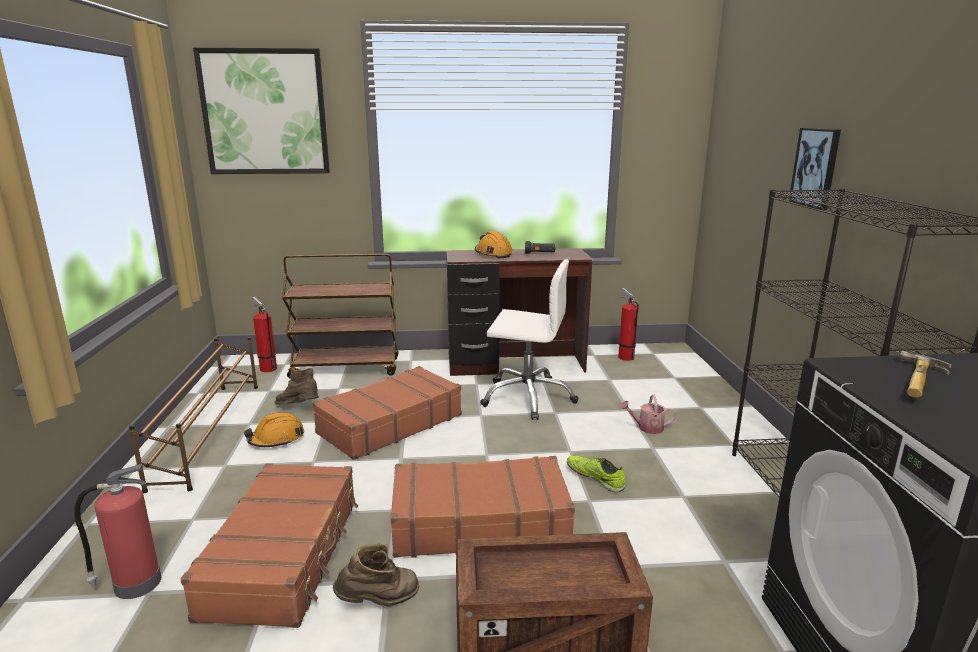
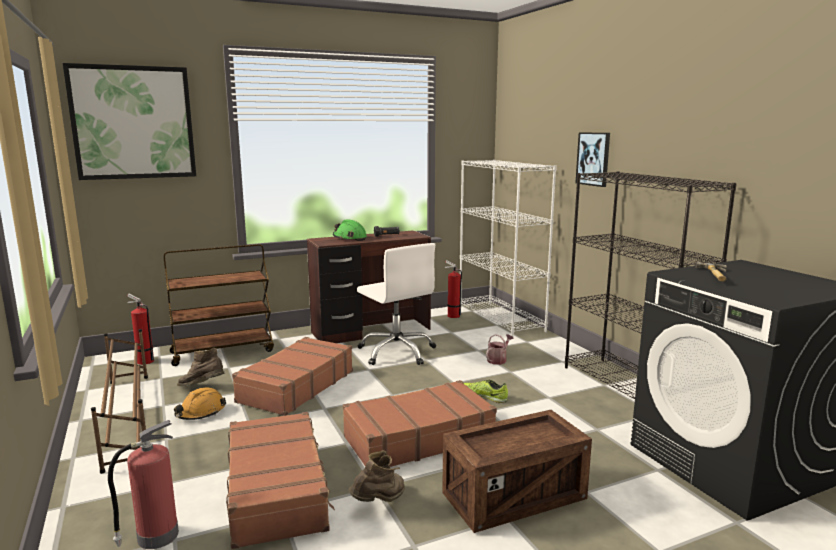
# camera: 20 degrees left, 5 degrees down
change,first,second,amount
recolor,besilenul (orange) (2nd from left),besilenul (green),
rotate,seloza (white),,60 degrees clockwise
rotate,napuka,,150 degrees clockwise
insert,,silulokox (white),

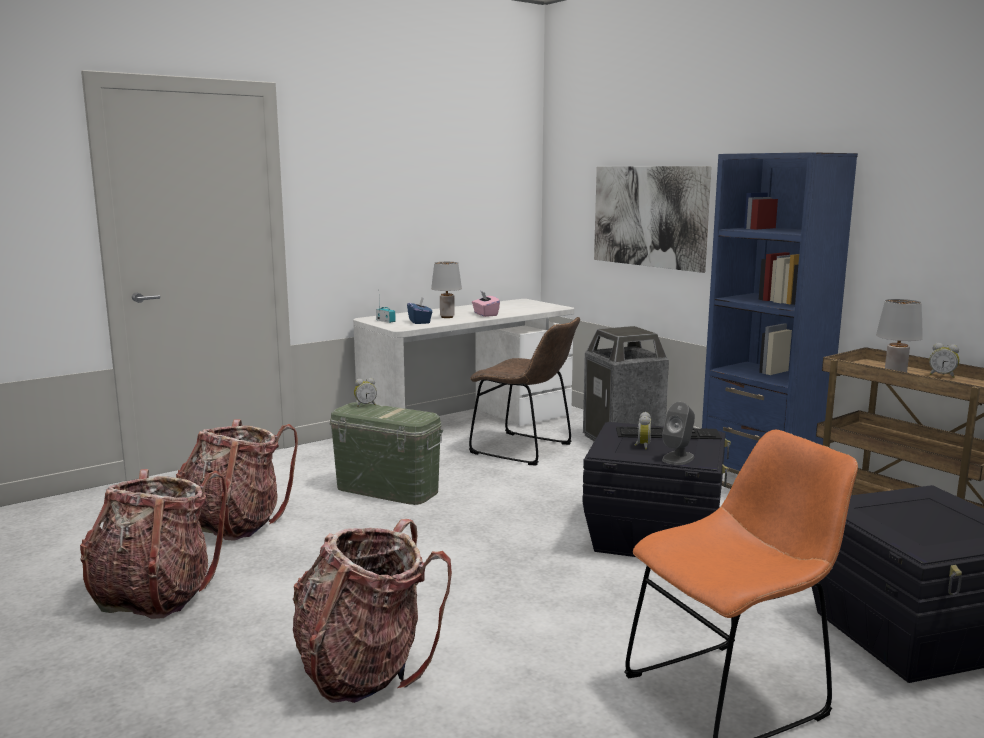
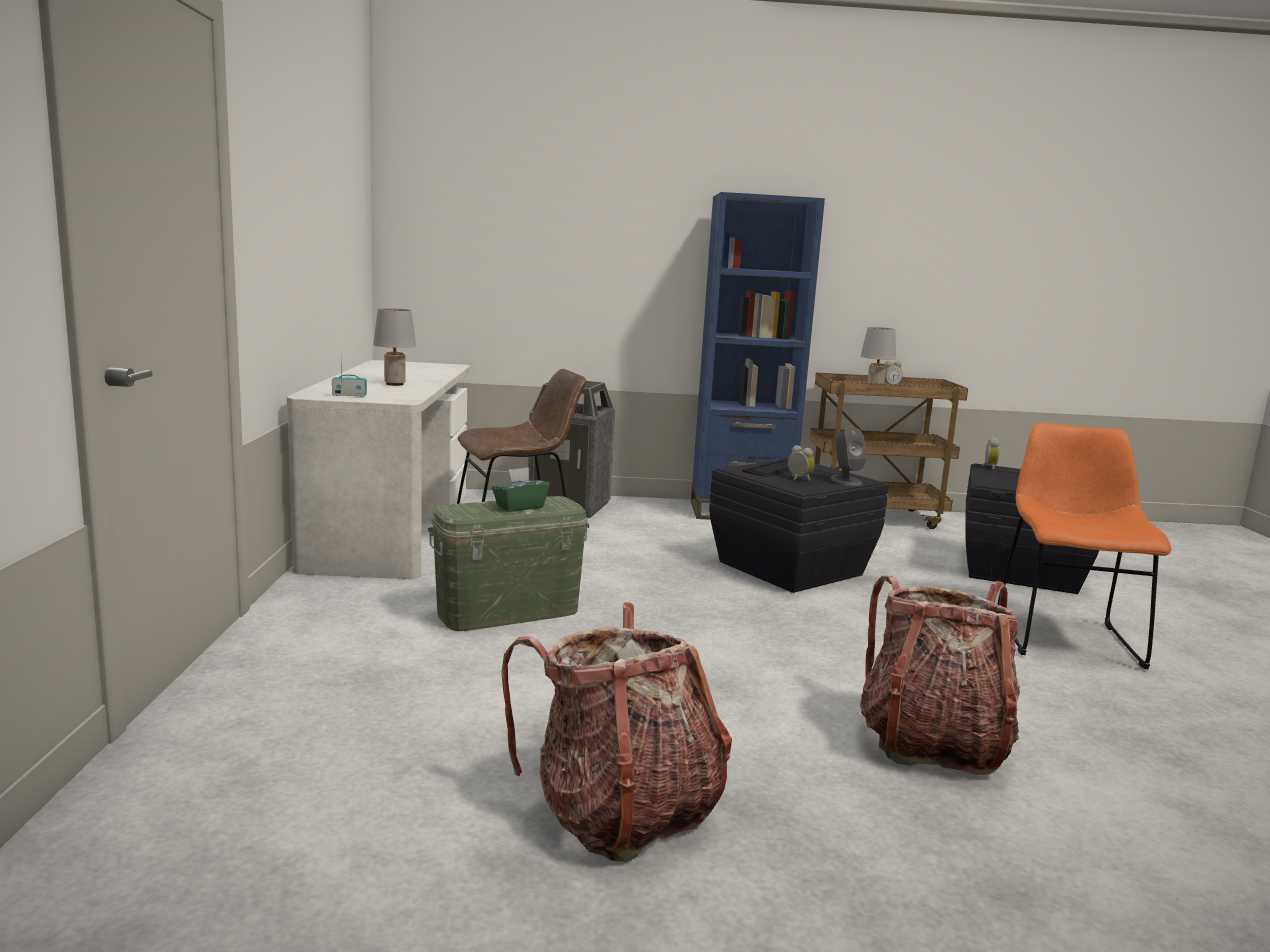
# camera: 55 degrees left, 0 degrees up
change,first,second,amount
delete,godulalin (2nd from left),,
move,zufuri (1st from left in the first image),zufuri (3rd from left),
delete,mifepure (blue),,
delete,mifepure (pink),,
delete,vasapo,,
insert,,mifepure (green),

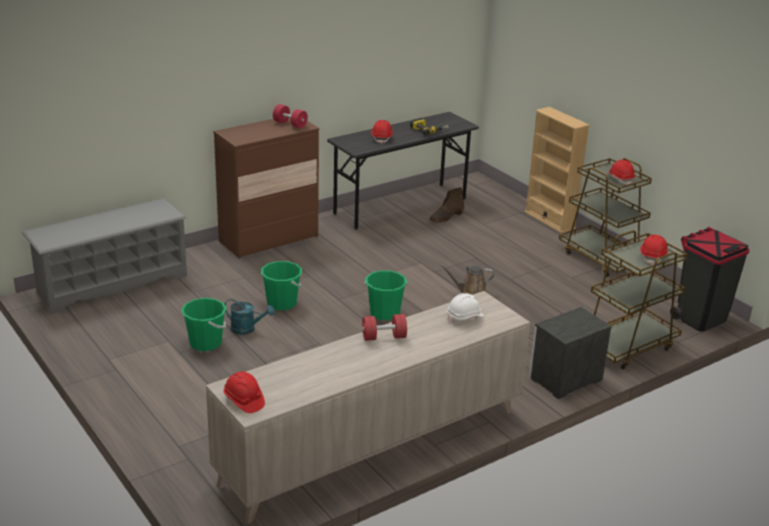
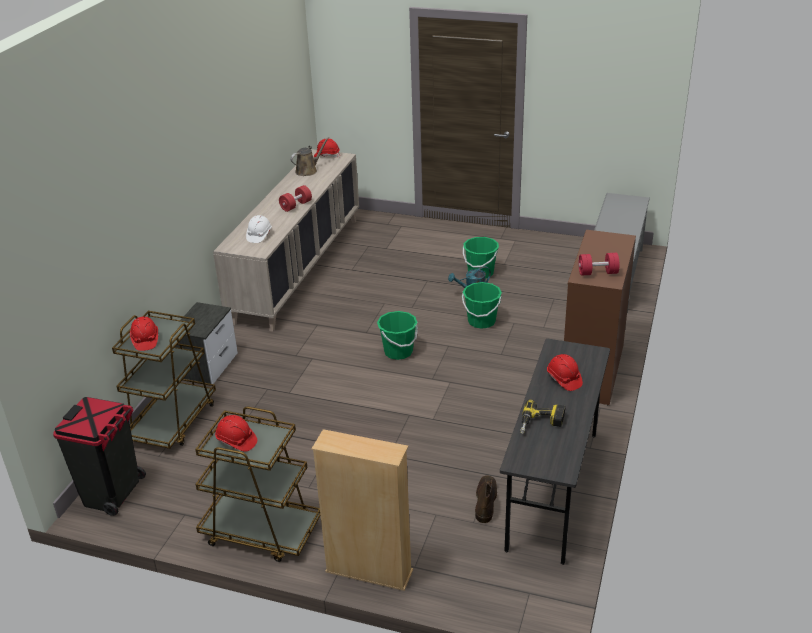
# camera: 145 degrees right, 5 degrees up
change,first,second,amount
move,napuka (brown),,

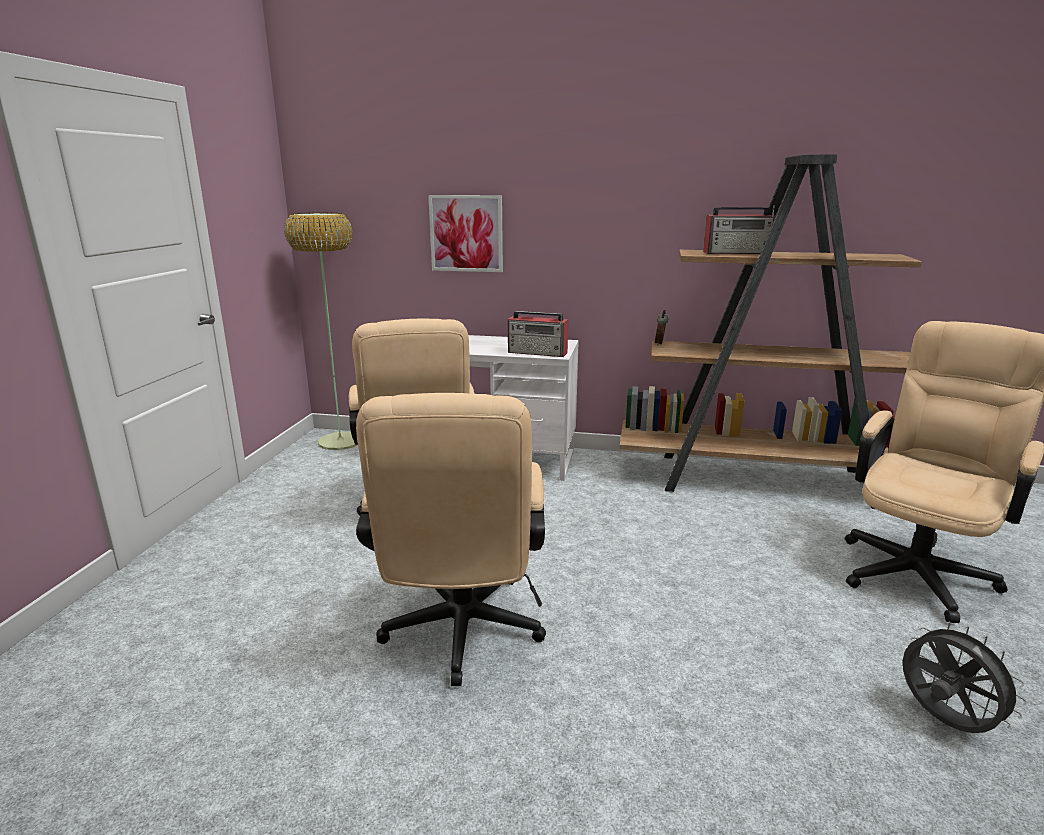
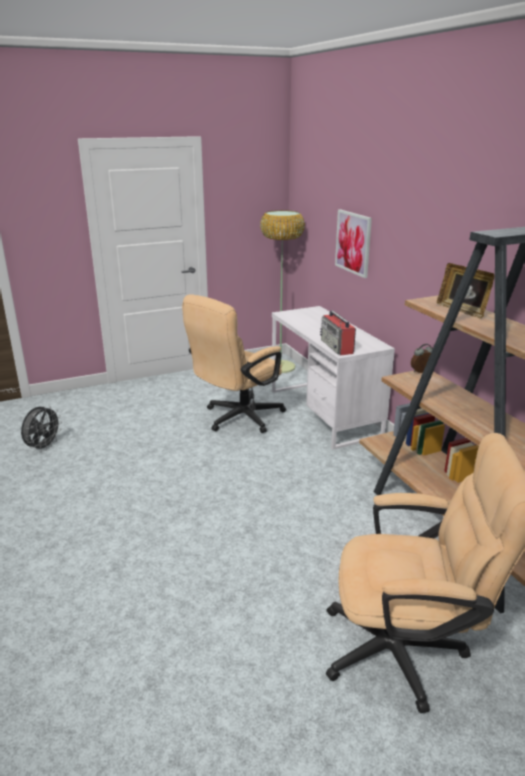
# camera: 55 degrees right, 5 degrees up
change,first,second,amount
delete,seloza (beige) (2nd from left),,
replace,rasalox (2nd from left),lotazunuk,
move,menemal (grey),,

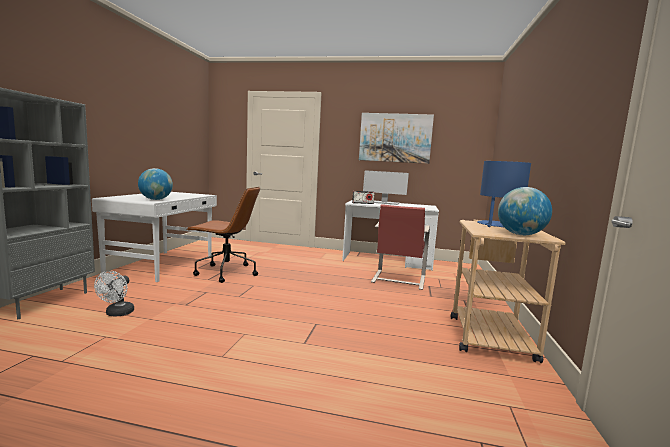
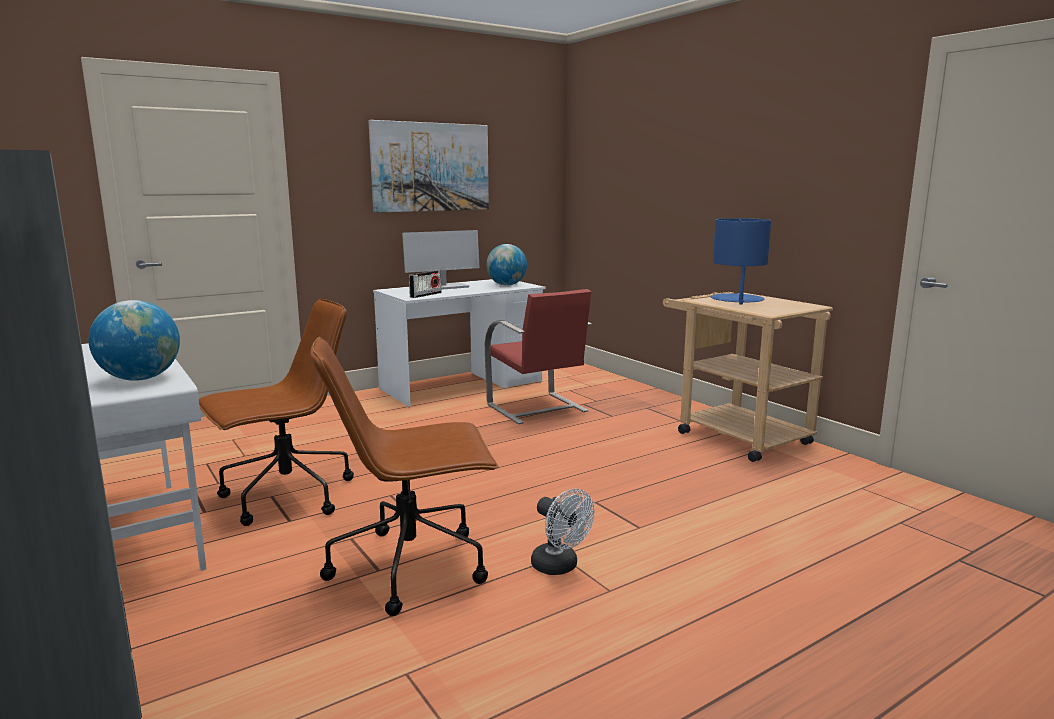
# camera: 45 degrees left, 5 degrees up
change,first,second,amount
move,menemal (white),,
move,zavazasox (2nd from left),,
insert,,seloza (brown) (2nd from left),

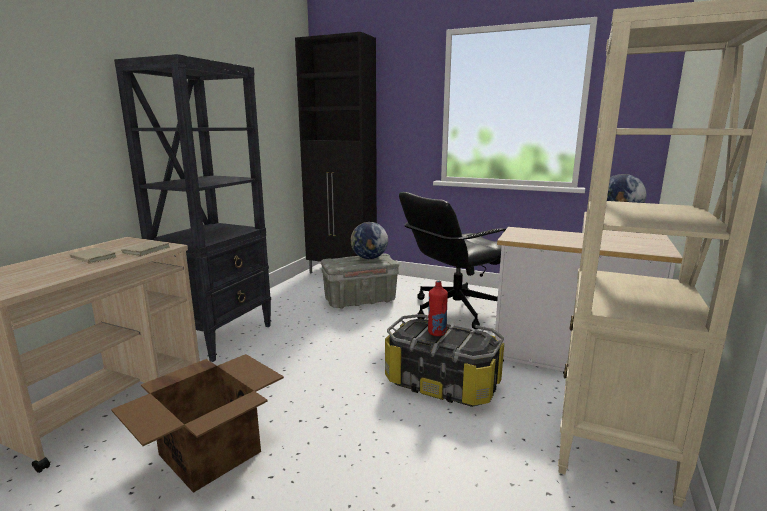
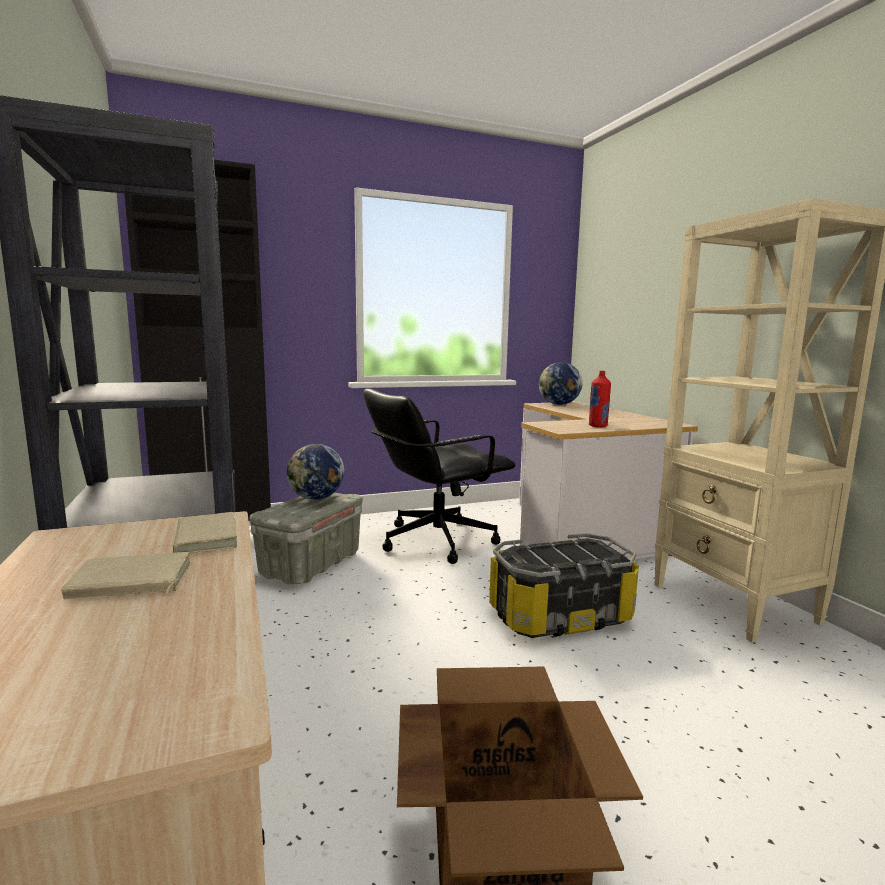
# camera: 45 degrees left, 5 degrees down
change,first,second,amount
rotate,seloza (black),,45 degrees clockwise
move,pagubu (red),,

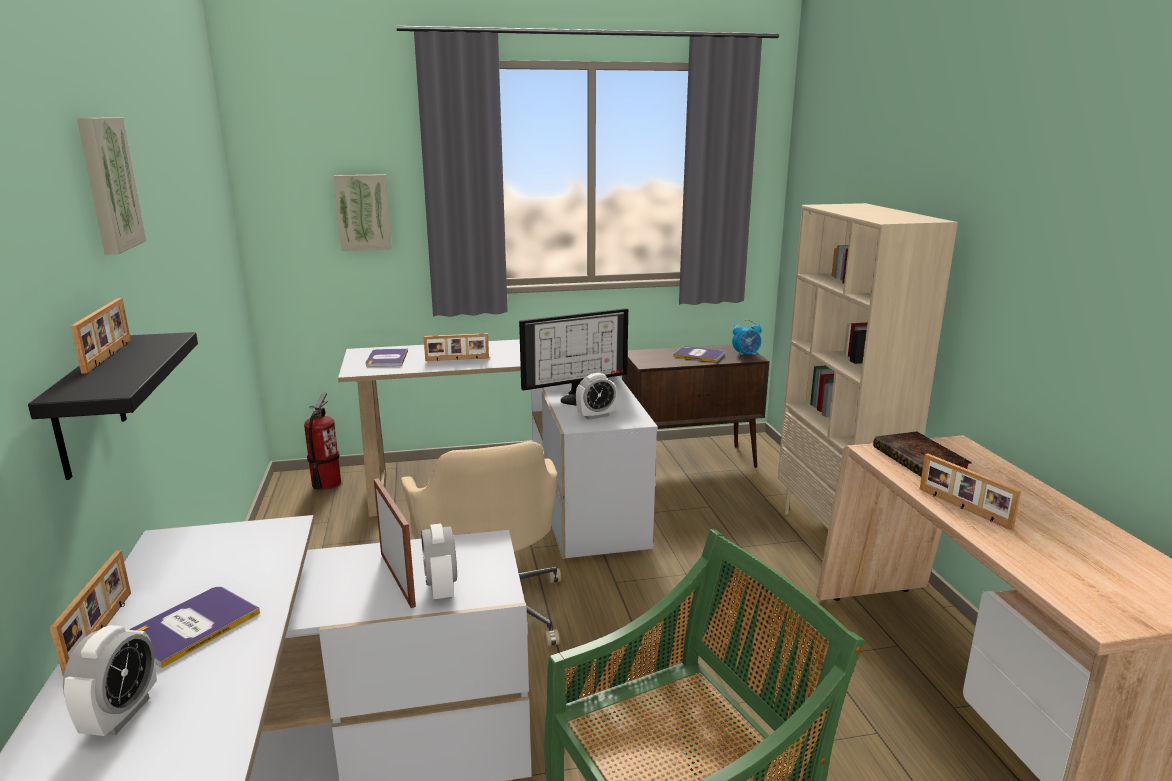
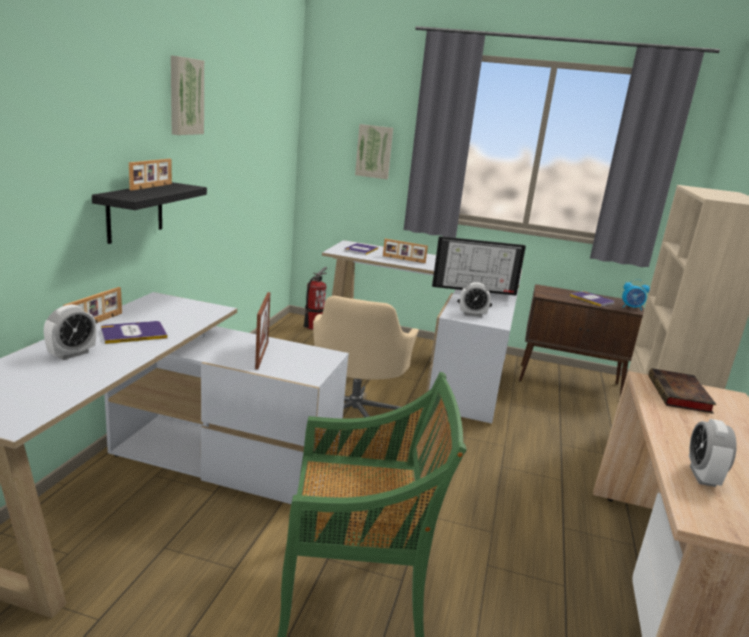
# camera: 25 degrees right, 0 degrees up
change,first,second,amount
move,zufuri (2nd from left in the first image),zufuri (4th from left),
delete,lotazunuk (5th from left),,

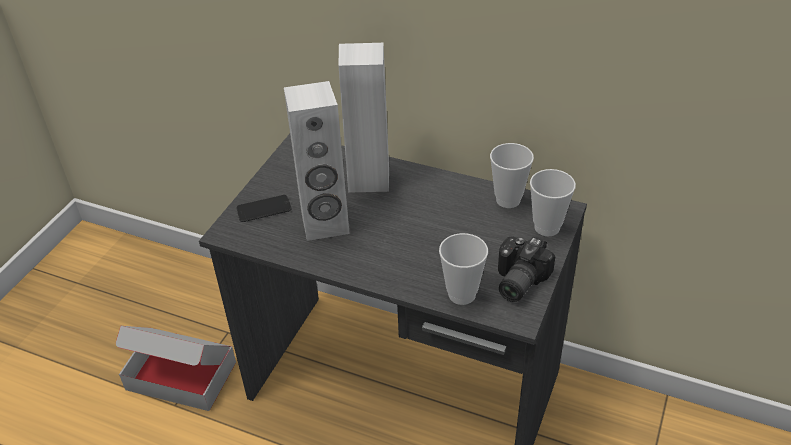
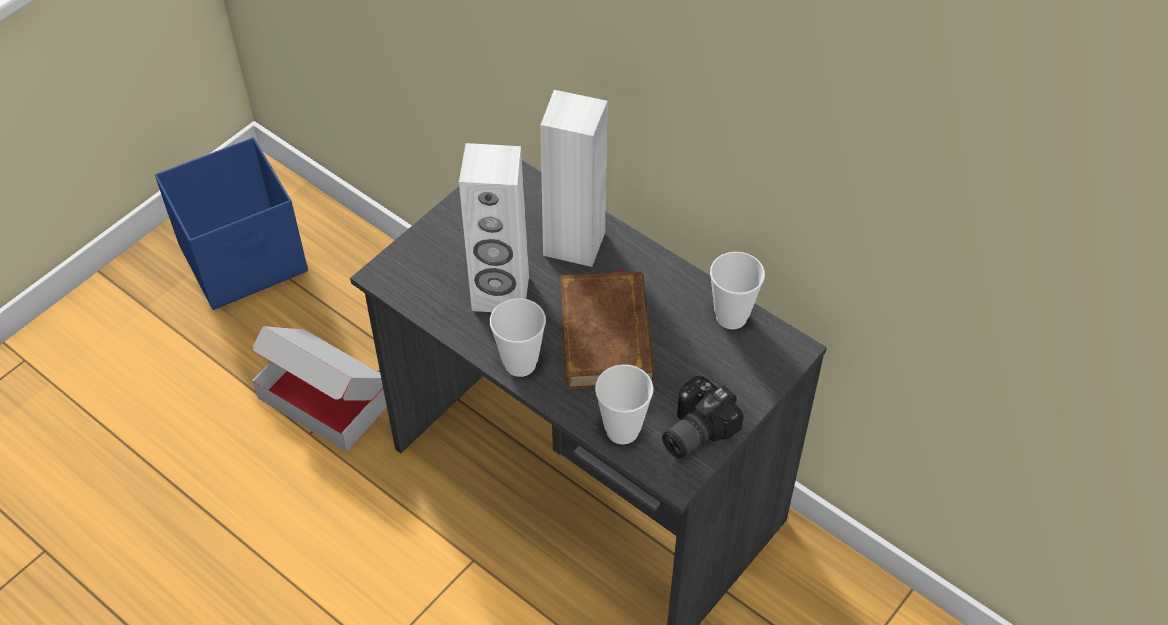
# camera: 15 degrees right, 10 degrees up
change,first,second,amount
delete,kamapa,,
move,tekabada (3rd from left in the first image),tekabada (1st from left),
insert,,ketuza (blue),
insert,,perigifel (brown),

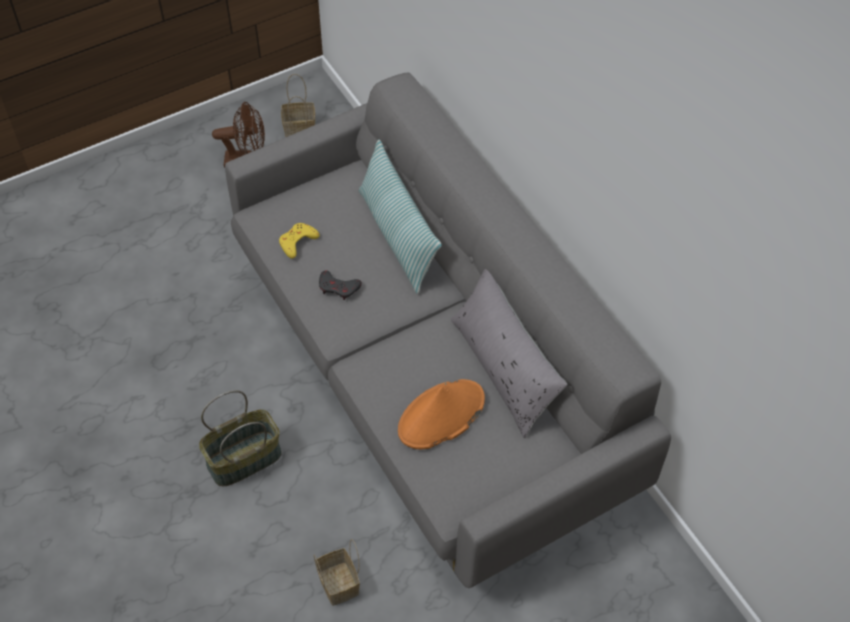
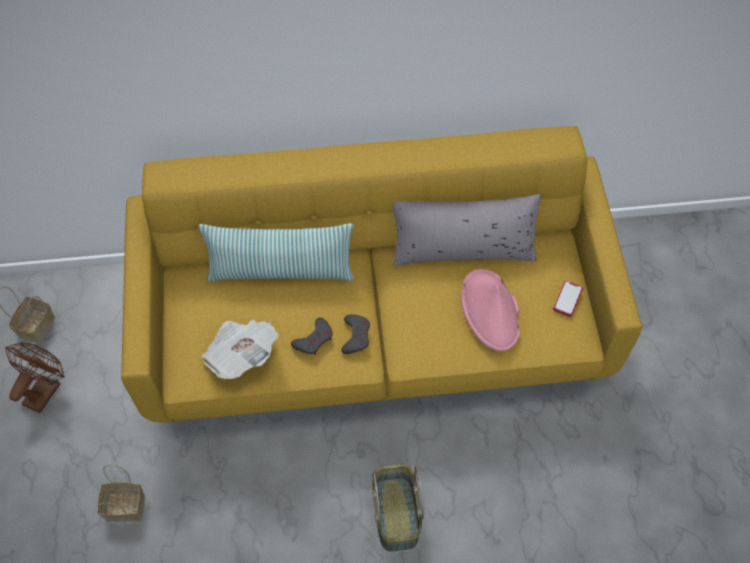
# camera: 65 degrees left, 5 degrees up
change,first,second,amount
recolor,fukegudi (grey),fukegudi (yellow),
replace,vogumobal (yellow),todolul,
move,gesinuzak (3rd from left in the first image),gesinuzak (2nd from left),
recolor,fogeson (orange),fogeson (pink),
insert,,vogumobal (grey) (2nd from left),
insert,,kamapa,

